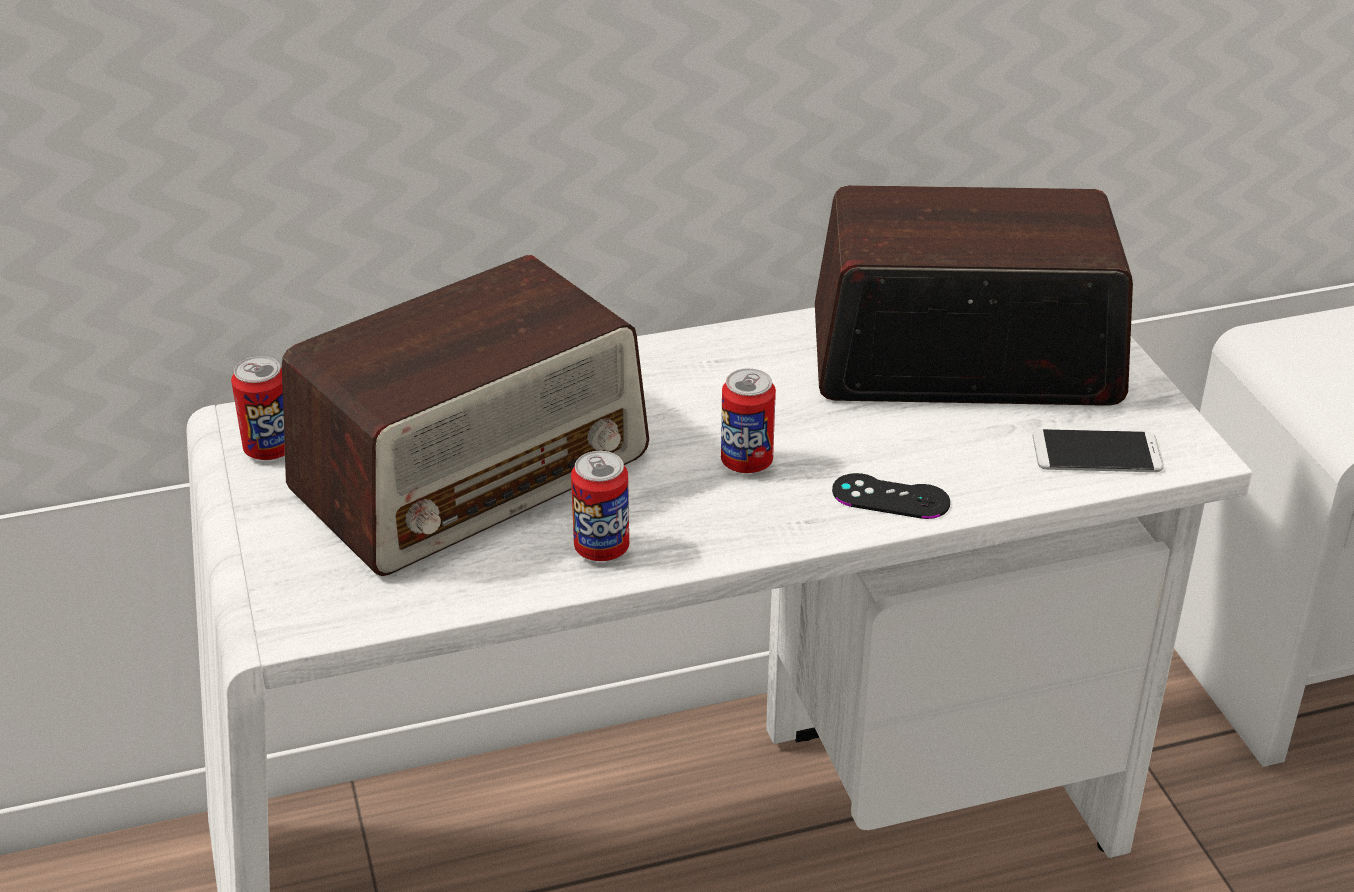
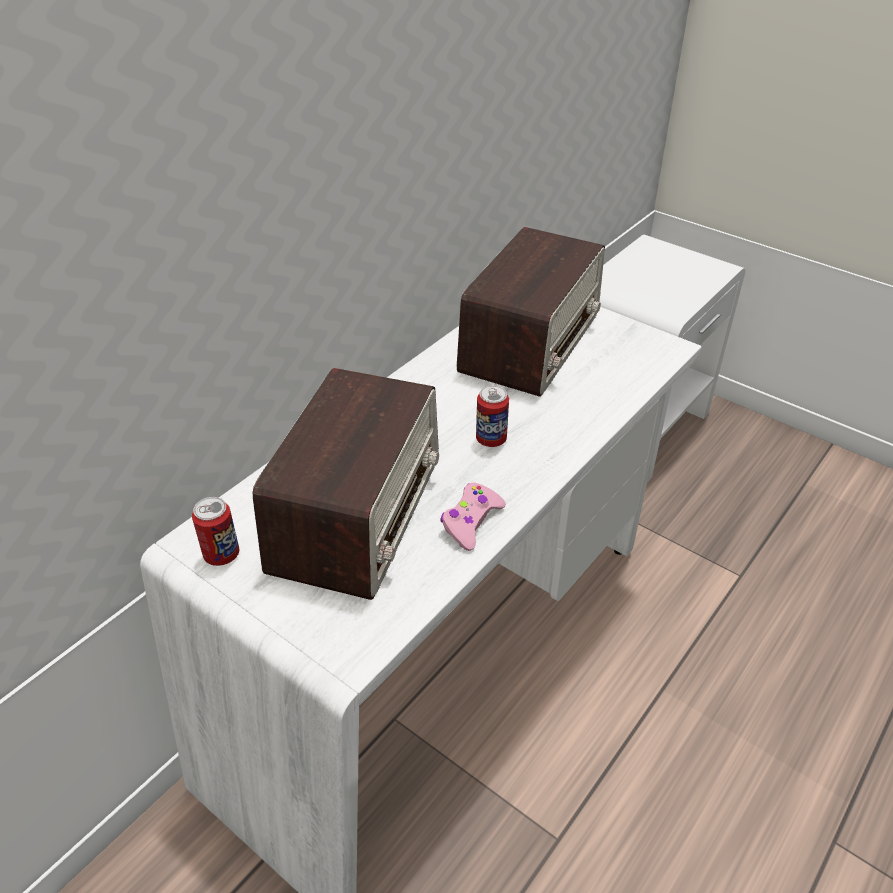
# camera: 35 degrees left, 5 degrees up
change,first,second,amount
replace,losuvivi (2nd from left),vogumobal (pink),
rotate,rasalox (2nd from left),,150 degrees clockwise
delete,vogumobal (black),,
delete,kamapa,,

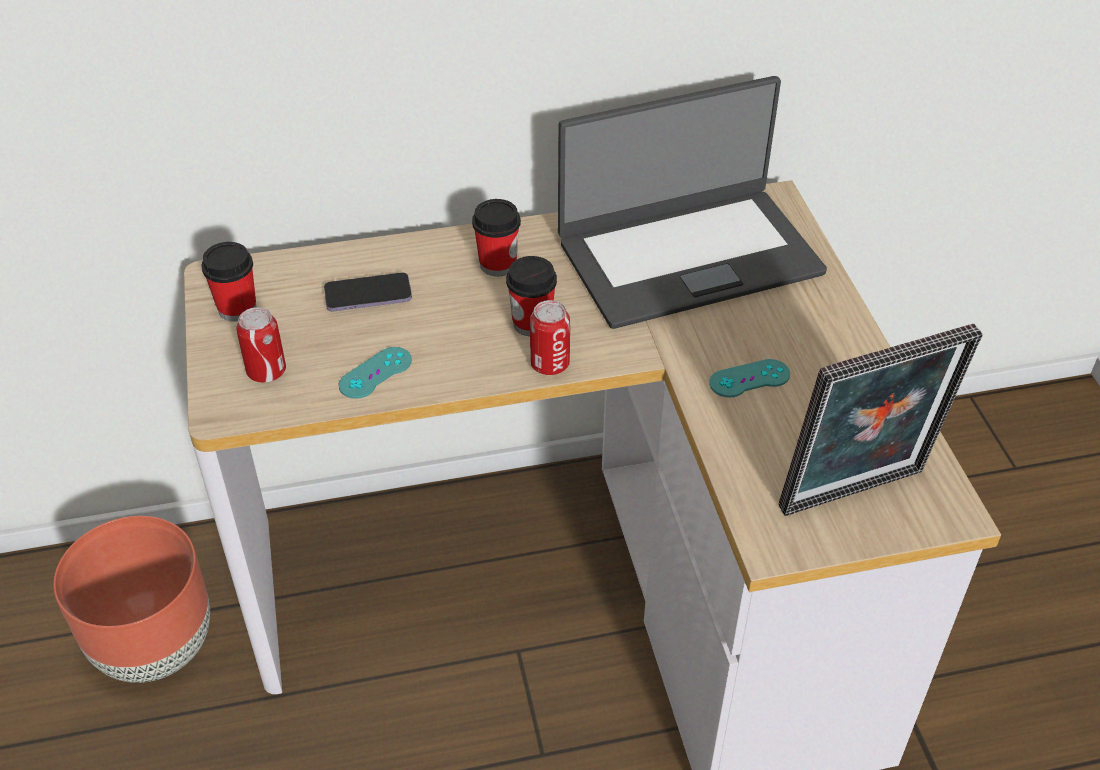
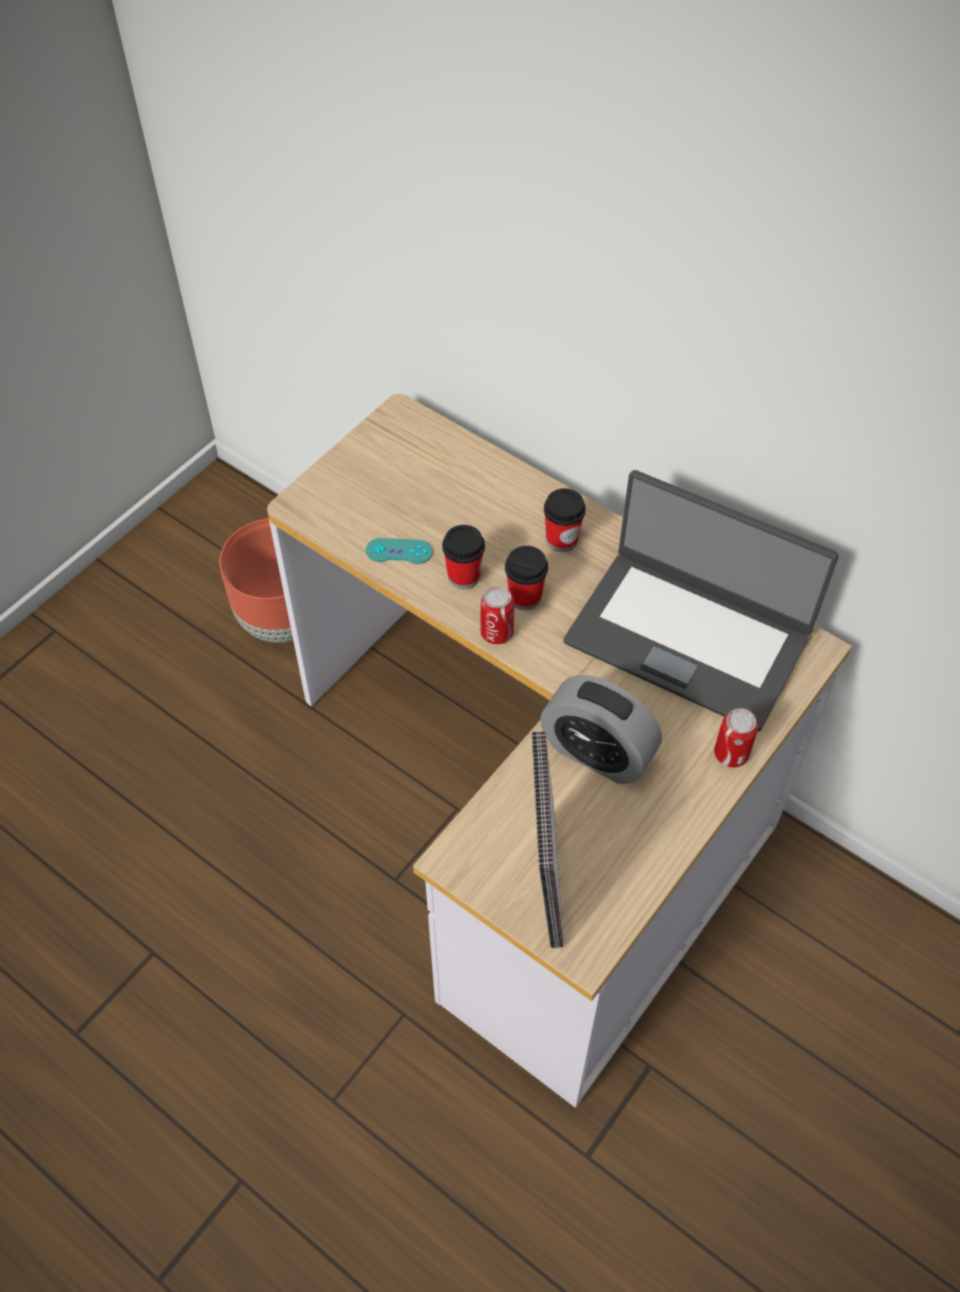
# camera: 50 degrees right, 10 degrees up
change,first,second,amount
move,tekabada (1st from left),,
move,losuvivi (1st from left in the first image),losuvivi (2nd from left),
delete,kamapa,,
replace,vogumobal (turquoise) (2nd from left),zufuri,
rotate,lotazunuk,,60 degrees clockwise

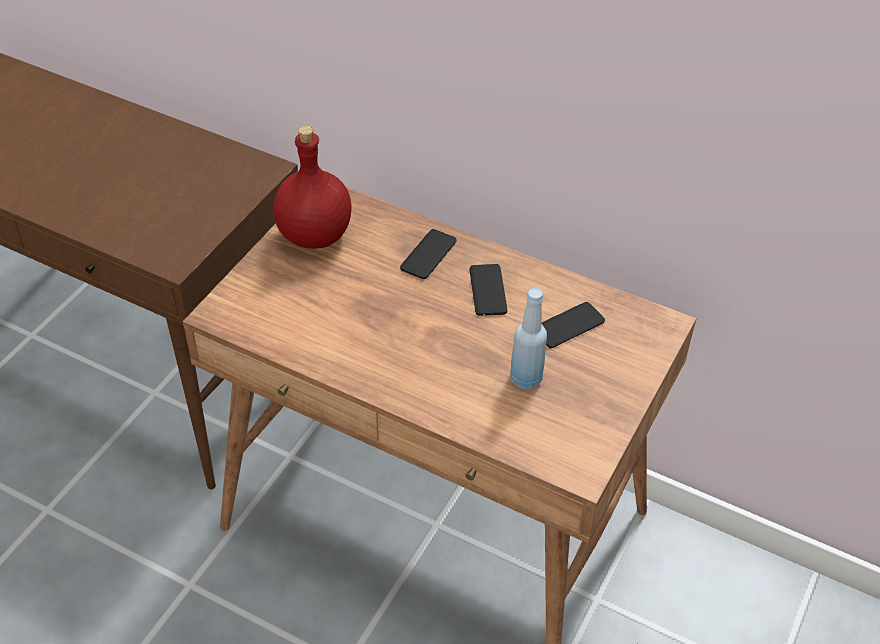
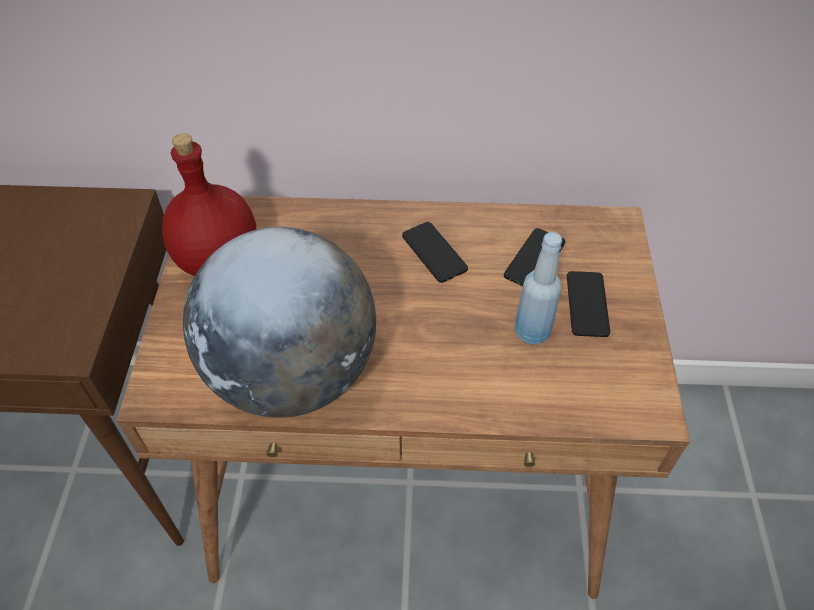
# camera: 25 degrees left, 5 degrees up
change,first,second,amount
move,kamapa (1st from left in the first image),kamapa (3rd from left),
insert,,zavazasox,

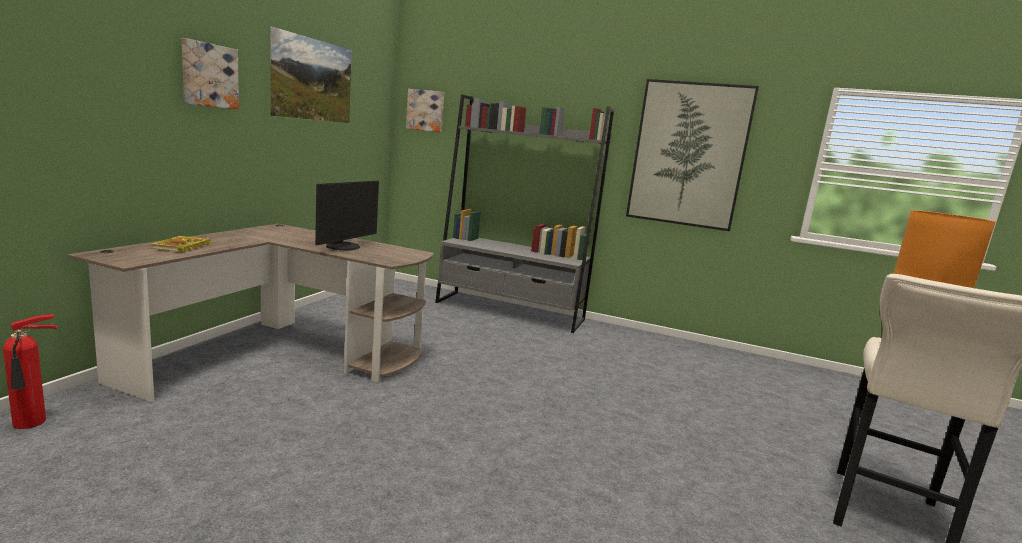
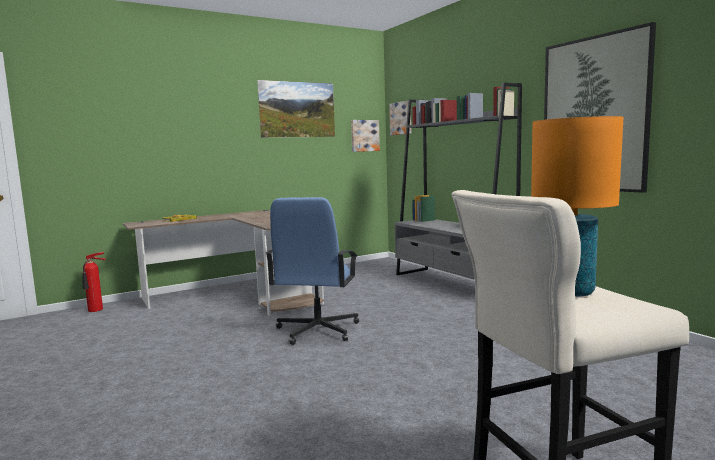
# camera: 40 degrees right, 5 degrees down
change,first,second,amount
move,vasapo (1st from left in the first image),vasapo (2nd from left),
delete,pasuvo,,
insert,,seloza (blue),

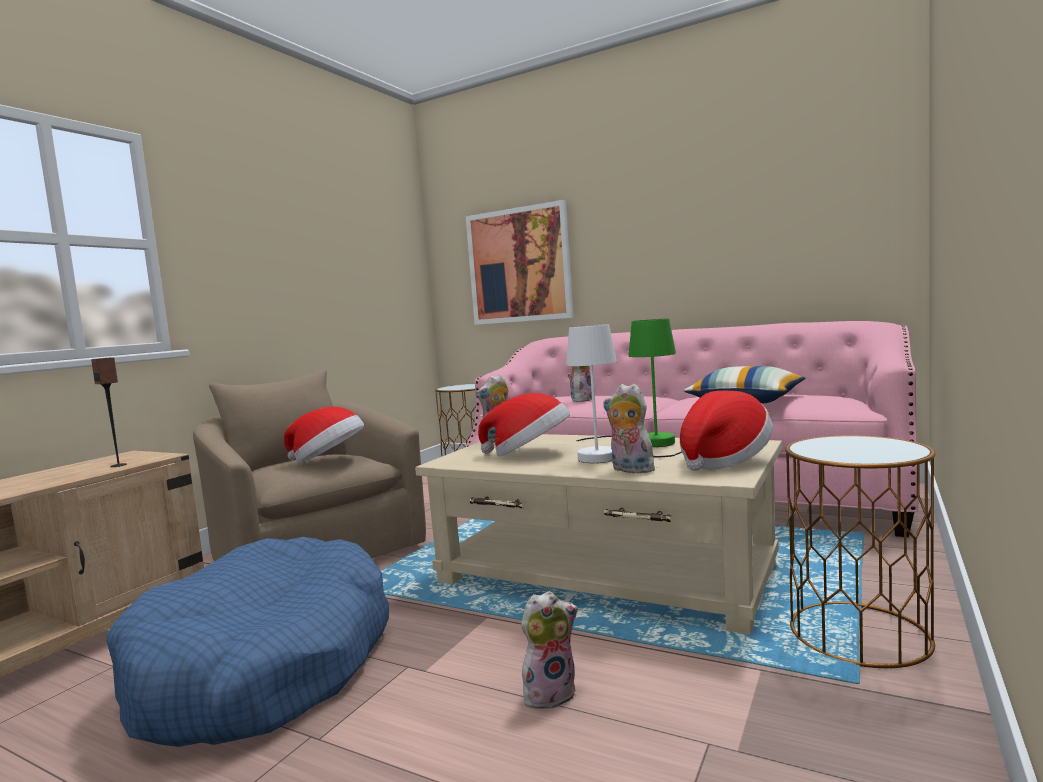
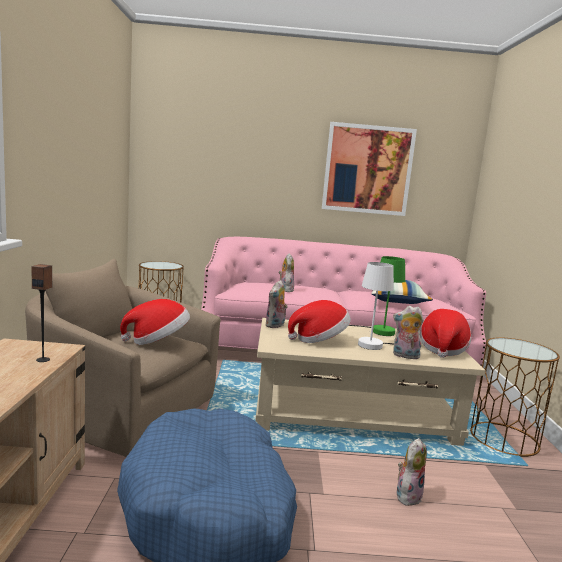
# camera: 30 degrees left, 5 degrees up
change,first,second,amount
move,vasapo,,

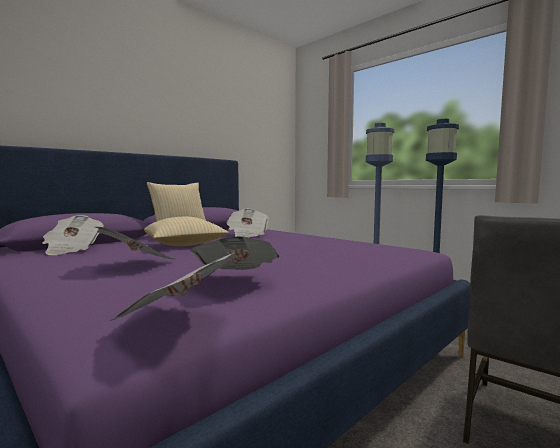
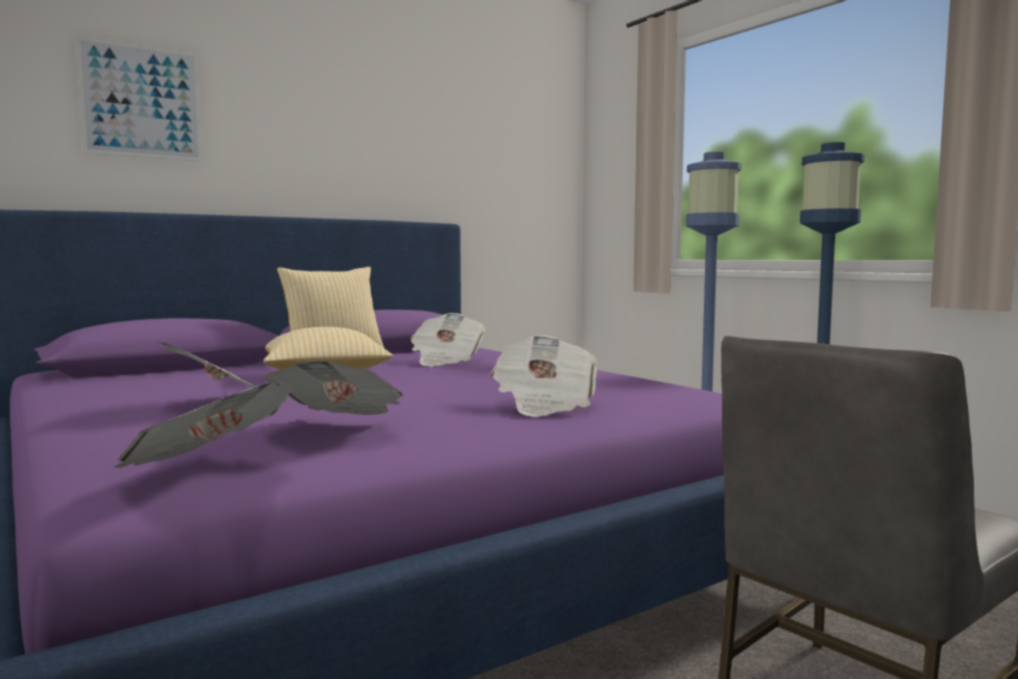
# camera: 10 degrees right, 0 degrees up
change,first,second,amount
move,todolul (1st from left in the first image),todolul (5th from left),
insert,,vasapo,

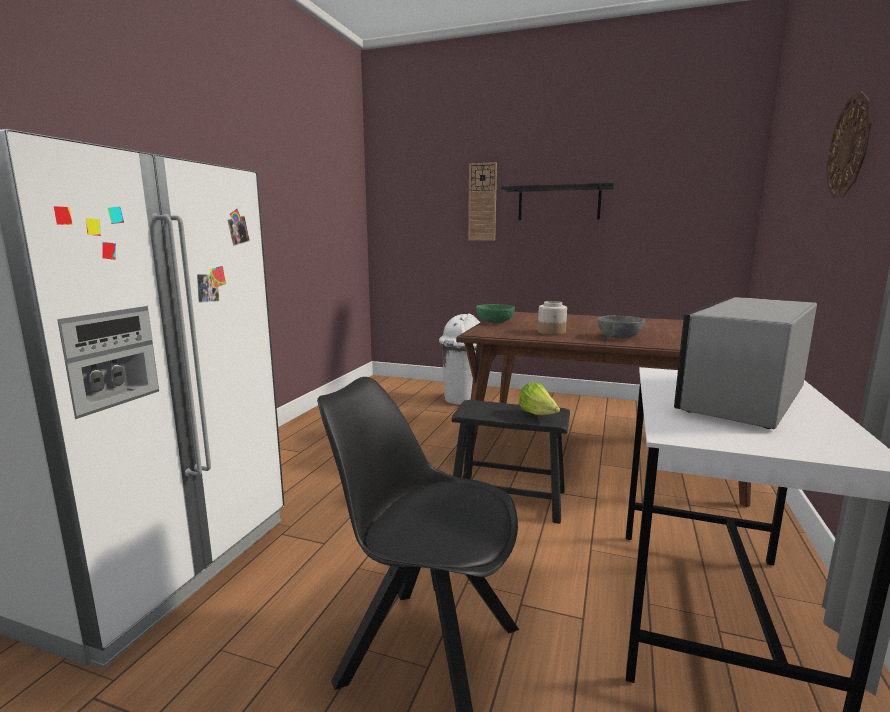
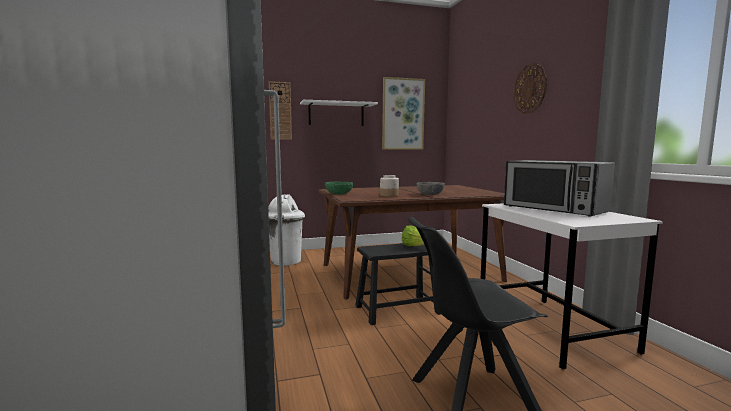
# camera: 35 degrees left, 5 degrees down
change,first,second,amount
recolor,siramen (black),siramen (white),
rotate,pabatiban,,45 degrees counterclockwise
insert,,vasapo,

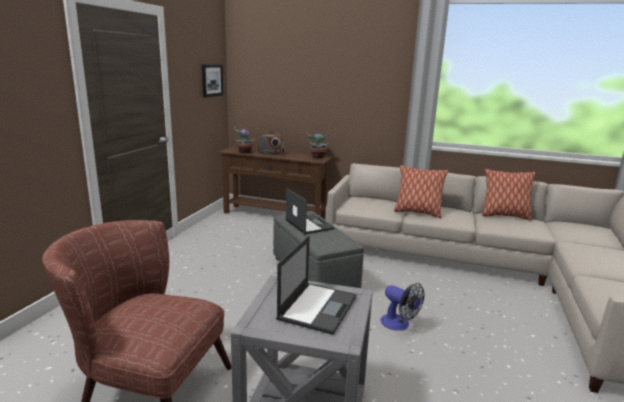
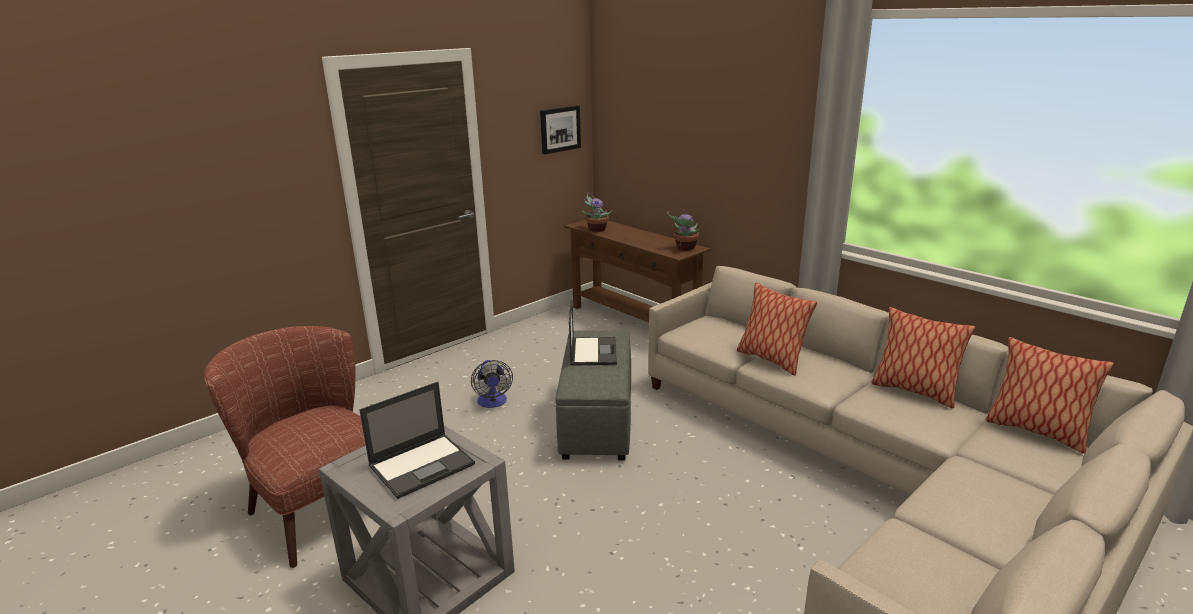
# camera: 30 degrees right, 5 degrees up
change,first,second,amount
delete,rasalox,,
move,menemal,,
insert,,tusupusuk (3rd from left),

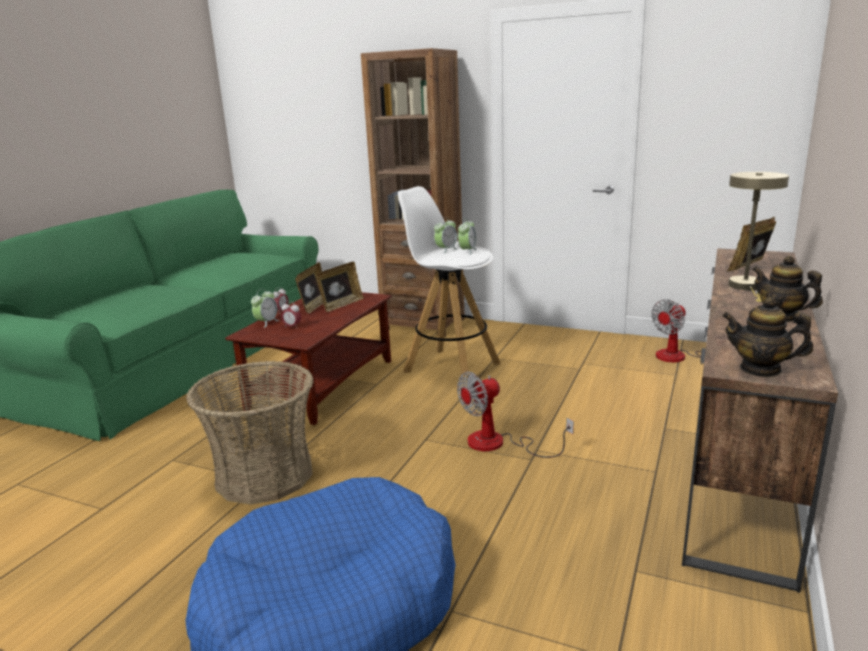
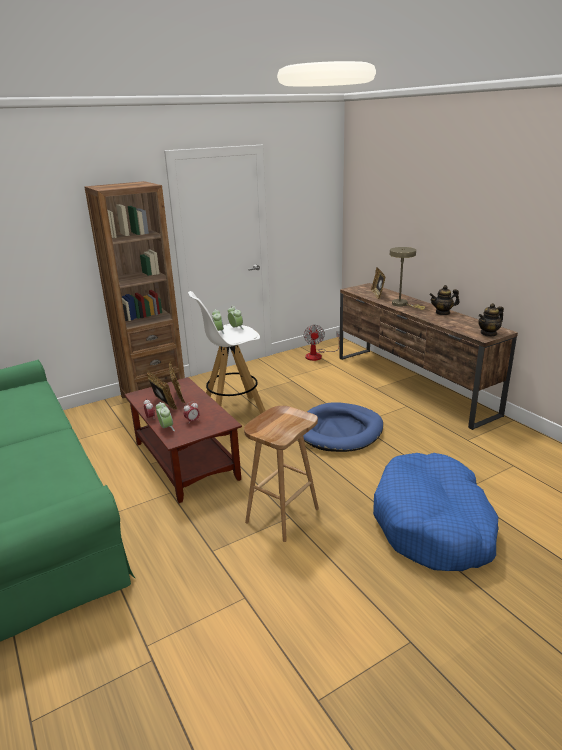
# camera: 55 degrees left, 5 degrees up
change,first,second,amount
replace,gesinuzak,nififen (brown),
replace,menemal (1st from left),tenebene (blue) (1st from left),

